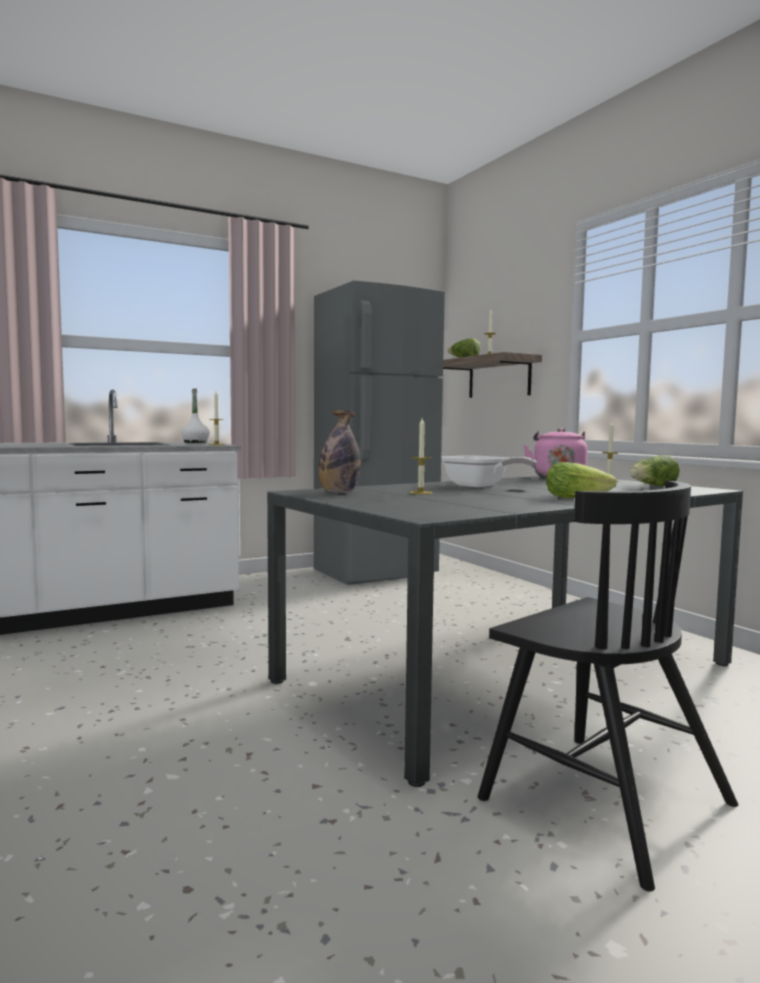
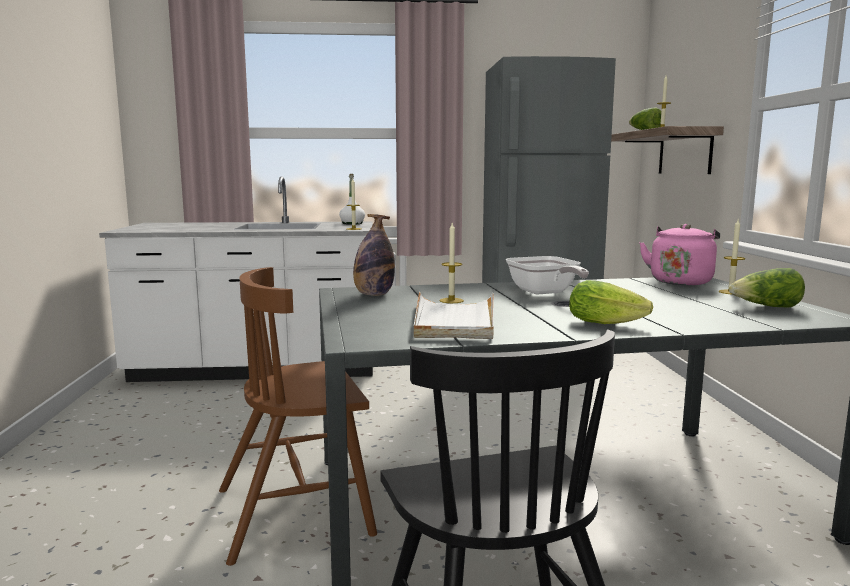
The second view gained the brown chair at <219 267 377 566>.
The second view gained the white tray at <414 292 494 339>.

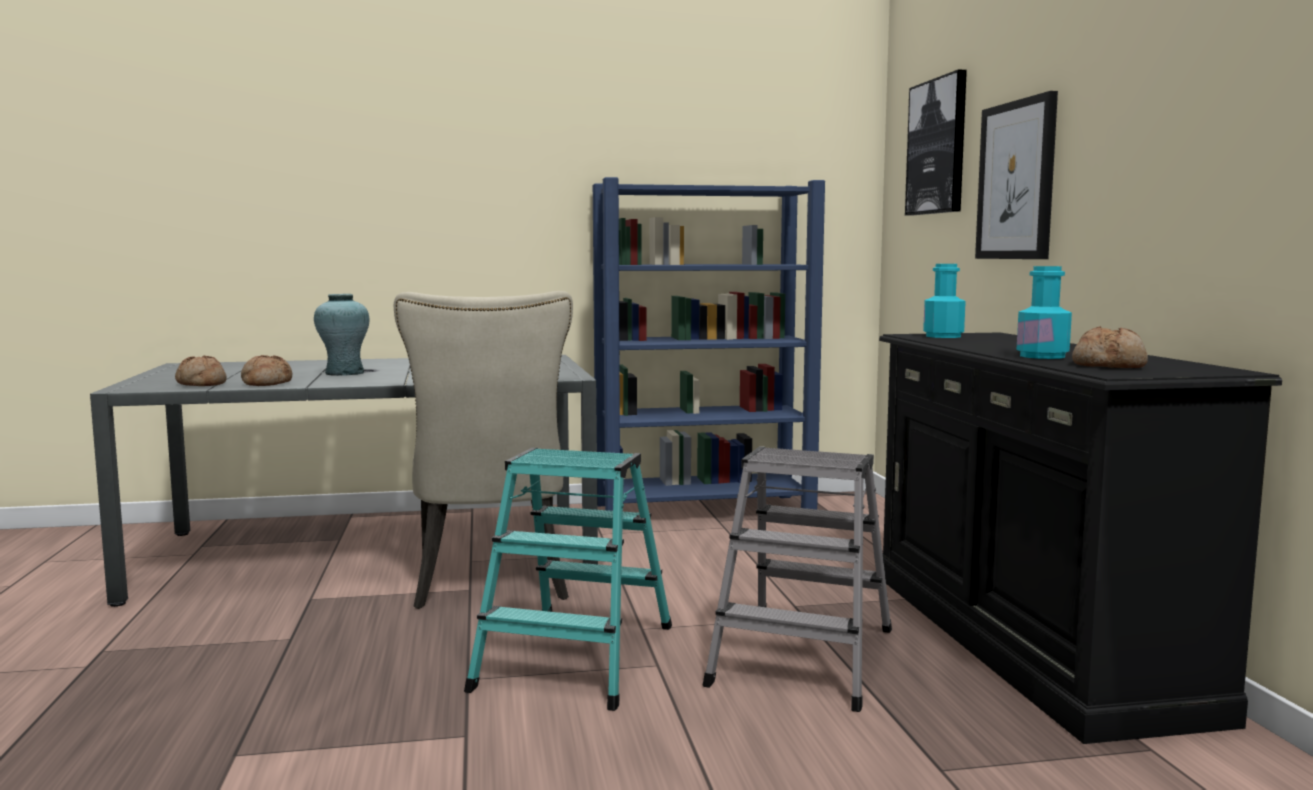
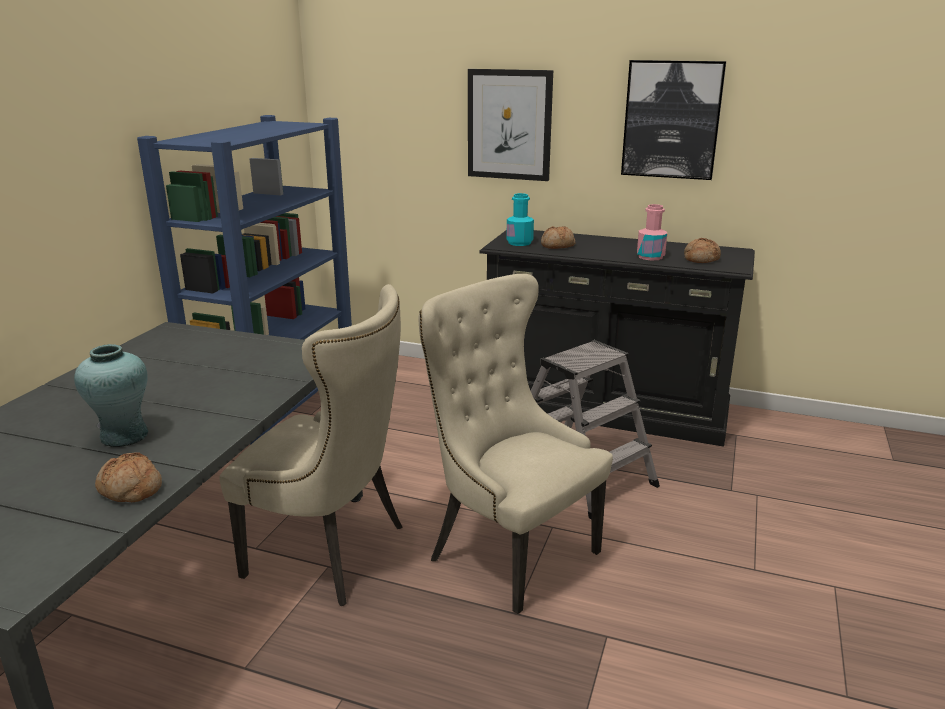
The bread ended up elsewhere, having gone from <175 356 227 386> to <541 226 575 249>.
The picture ended up elsewhere, having gone from <905 70 967 216> to <621 60 726 180>.
Where the turquoise step ladder stood at <464 448 672 711>, the beige chair came to stand at <418 274 613 614>.
What was the turquoise bottle at <1016 266 1072 359> turned into the pink bottle at <637 204 667 261>.

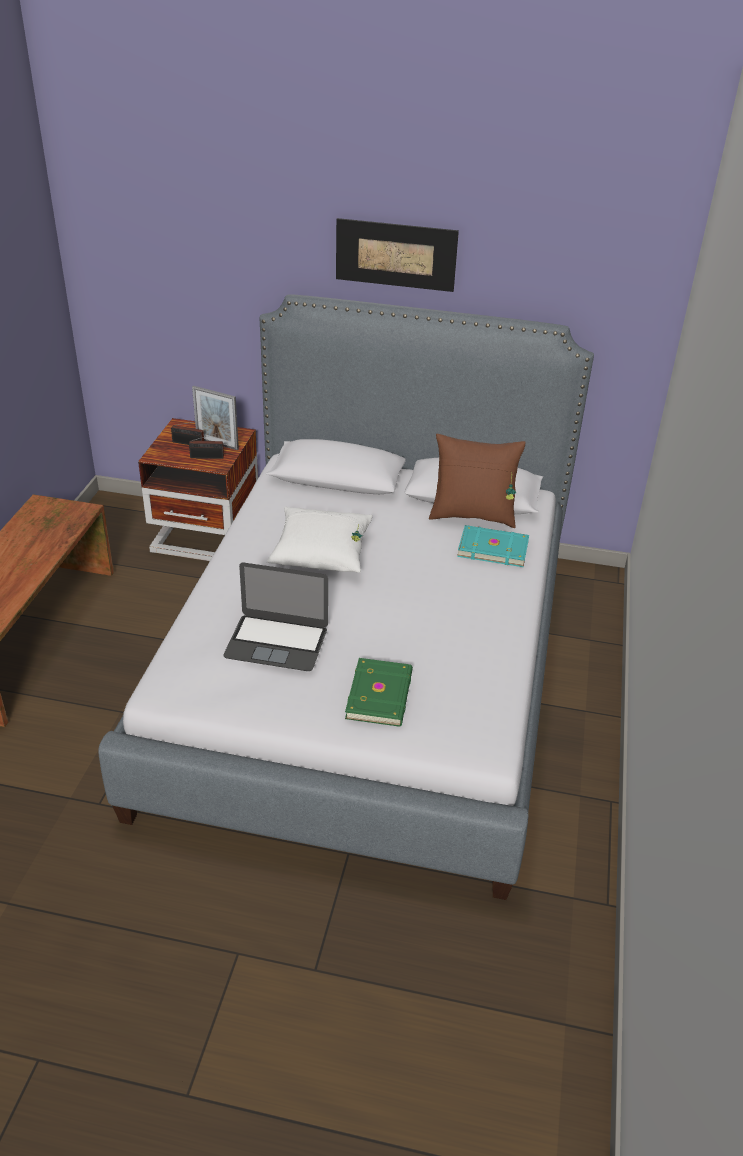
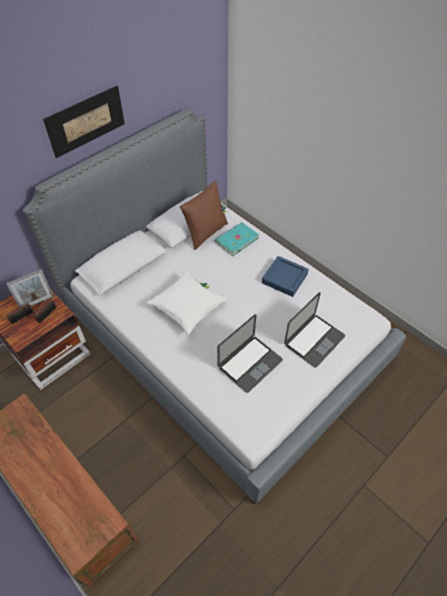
The second view gained the blue tray at <262 256 309 297>.
Where the green book stood at <345 658 413 727>, the laptop came to stand at <284 292 345 367>.

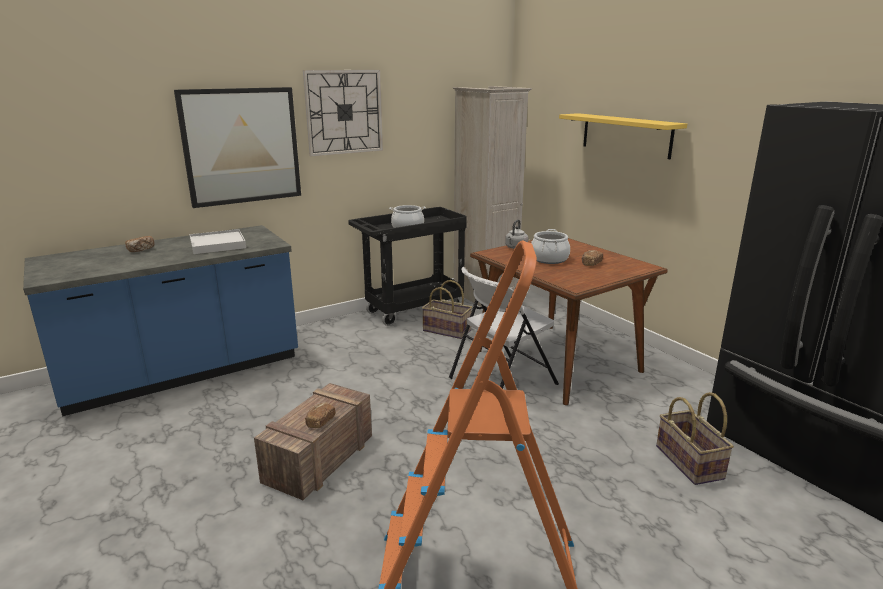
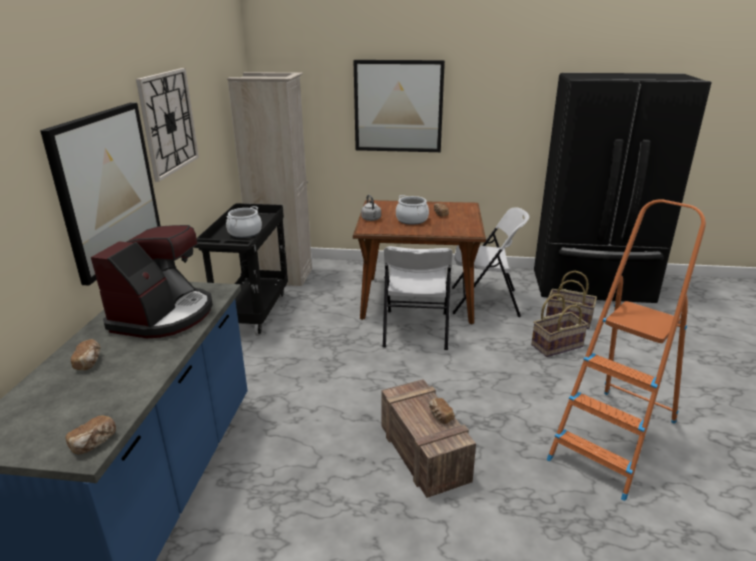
The second view gained the bread at <66 415 116 454>.
The second view gained the white chair at <452 207 529 317>.
The basket ended up elsewhere, having gone from <422 280 472 339> to <531 294 588 357>.
Where the white tray stood at <189 229 246 254>, the coffee machine came to stand at <91 225 213 338>.
Where the yellow shelf hung at <559 113 687 159>, the picture came to hang at <353 60 445 152>.

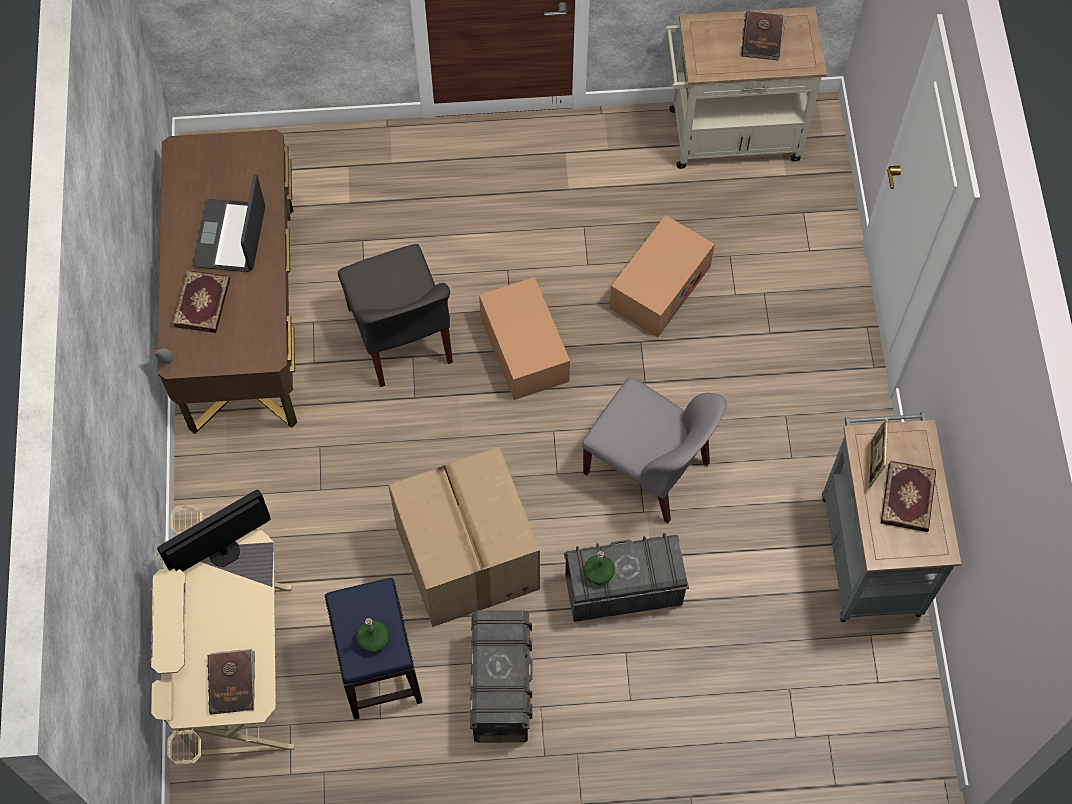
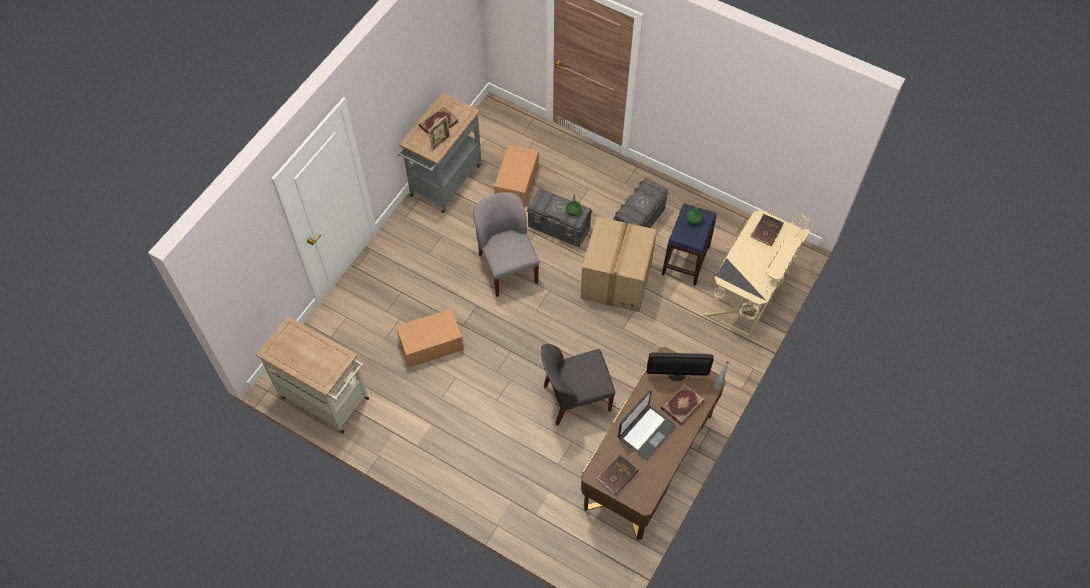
The monitor ended up elsewhere, having gone from <157 489 271 572> to <647 352 714 381>.
The cardboard box ended up elsewhere, having gone from <479 277 570 400> to <494 144 539 207>.
The brown book ended up elsewhere, having gone from <741 11 786 61> to <596 455 639 495>.
The grey chair at <338 244 453 387> ended up facing another way, 120 degrees counterclockwise from before.

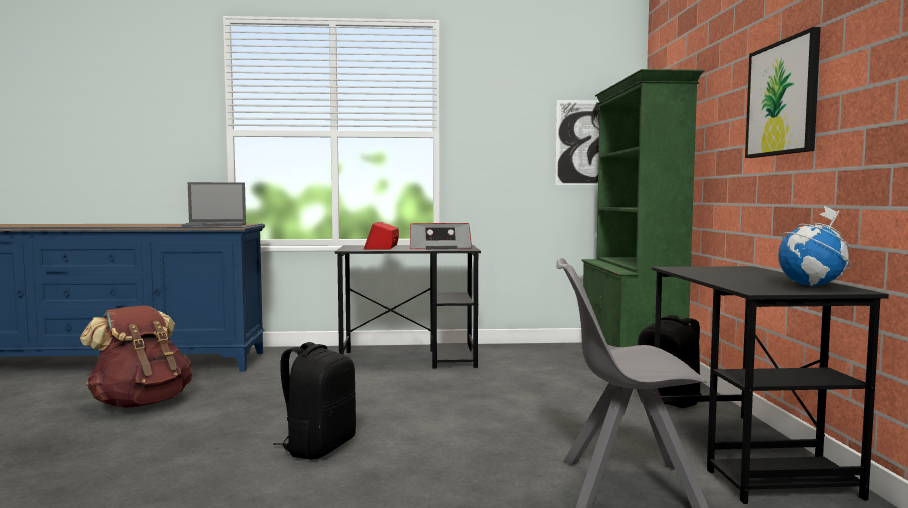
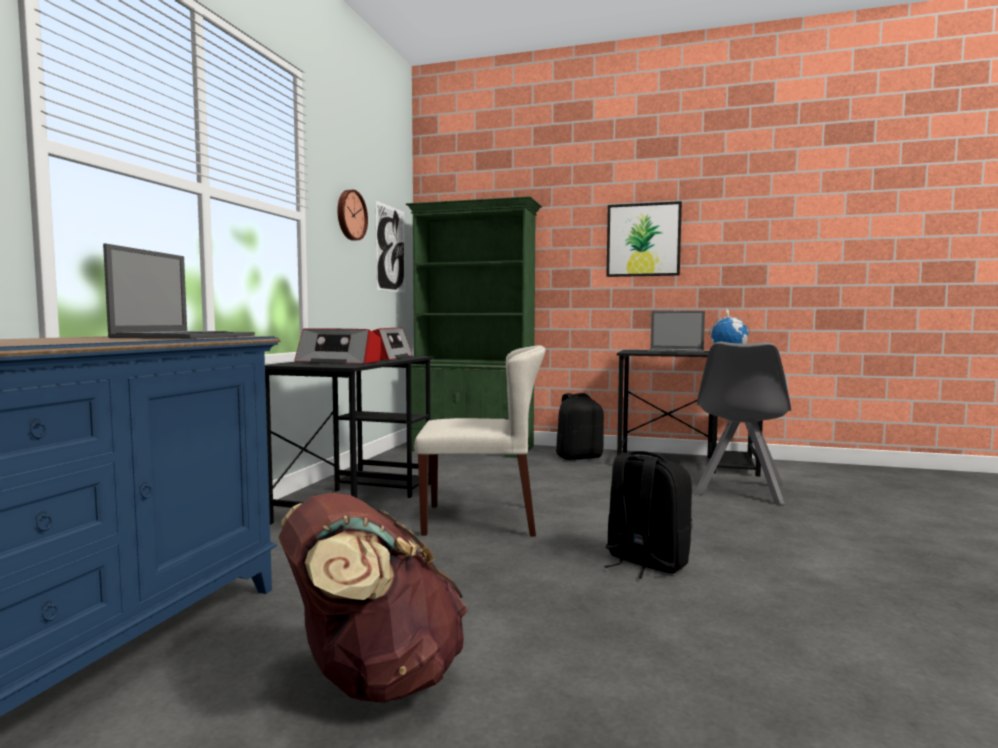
The second view gained the wall clock at <337 190 368 241>.
The second view gained the beige chair at <414 345 545 537>.
The second view gained the laptop at <648 311 705 353>.

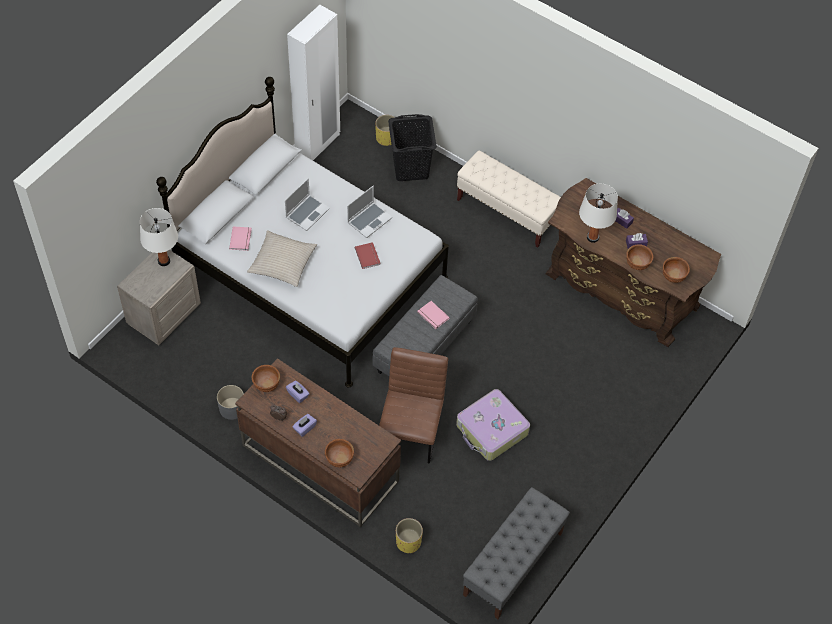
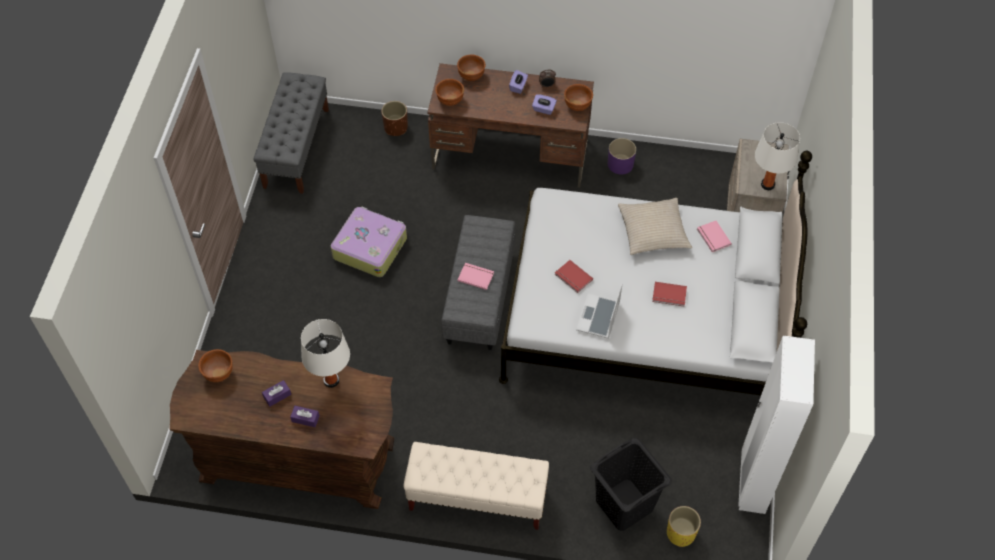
The second view lost the brown chair at <379 347 448 464>.
The brown bowl ended up elsewhere, having gone from <626 244 653 270> to <435 79 464 106>.
Where the laptop stood at <285 178 330 231>, the red book came to stand at <652 282 687 306>.
What was the grey planter at <217 385 244 420> turned into the purple planter at <608 138 636 175>.
What was the yellow planter at <396 518 423 553> turned into the brown planter at <381 101 408 136>.

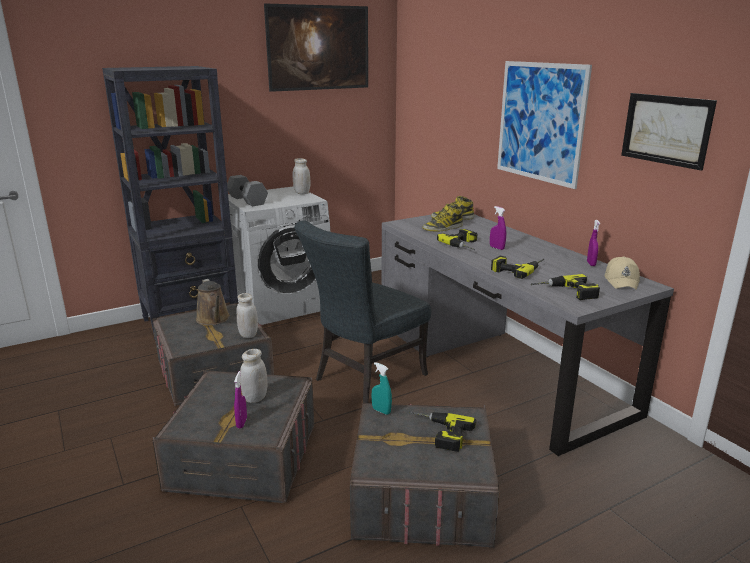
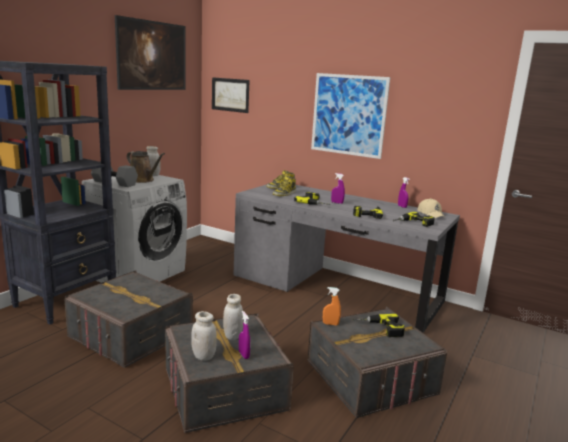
The second view lost the grey chair at <294 221 431 403>.
The brown watering can ended up elsewhere, having gone from <196 279 230 325> to <127 151 165 183>.
The white jar ended up elsewhere, having gone from <237 293 258 338> to <191 311 217 361>.
The picture ended up elsewhere, having gone from <621 93 717 170> to <212 77 249 113>.
What was the turquoise spray bottle at <371 362 392 415> turned into the orange spray bottle at <323 287 341 325>.

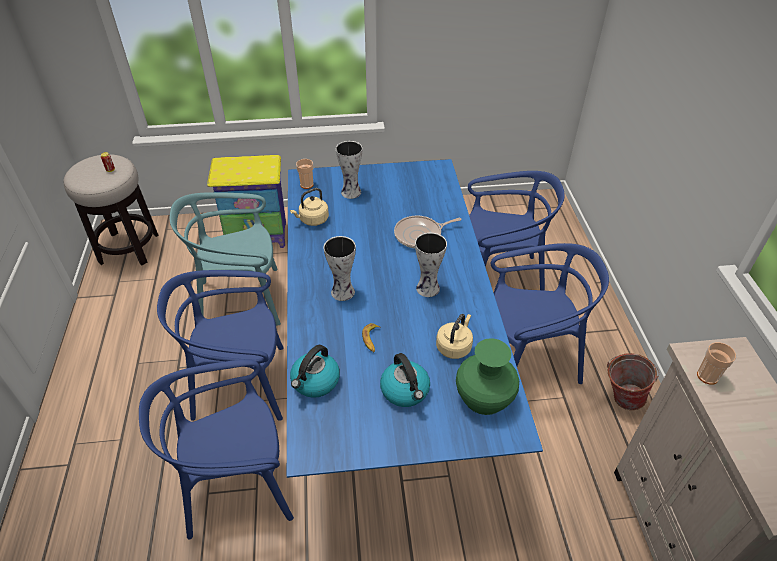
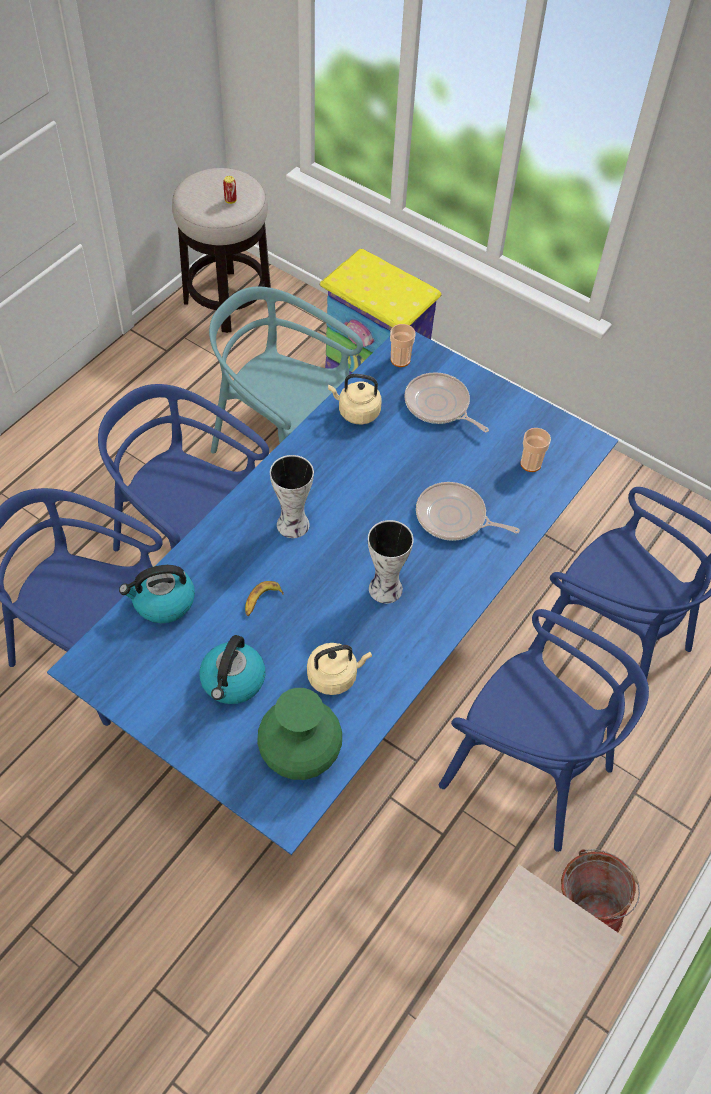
The cup ended up elsewhere, having gone from <697 342 736 385> to <520 428 551 472>.
Where the vase stood at <336 141 362 199>, the frying pan came to stand at <404 372 489 432>.

